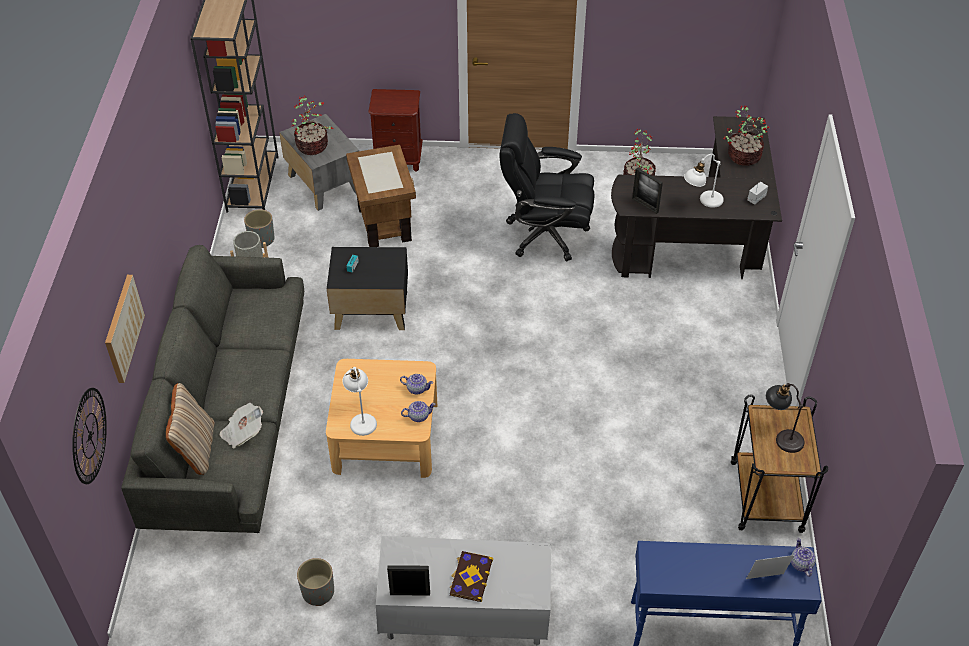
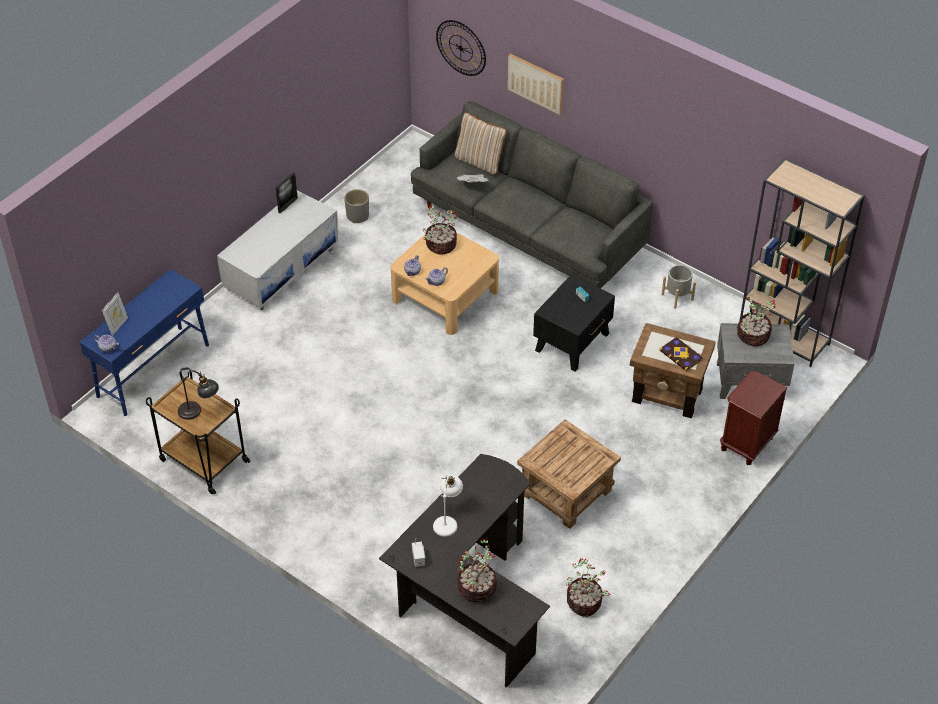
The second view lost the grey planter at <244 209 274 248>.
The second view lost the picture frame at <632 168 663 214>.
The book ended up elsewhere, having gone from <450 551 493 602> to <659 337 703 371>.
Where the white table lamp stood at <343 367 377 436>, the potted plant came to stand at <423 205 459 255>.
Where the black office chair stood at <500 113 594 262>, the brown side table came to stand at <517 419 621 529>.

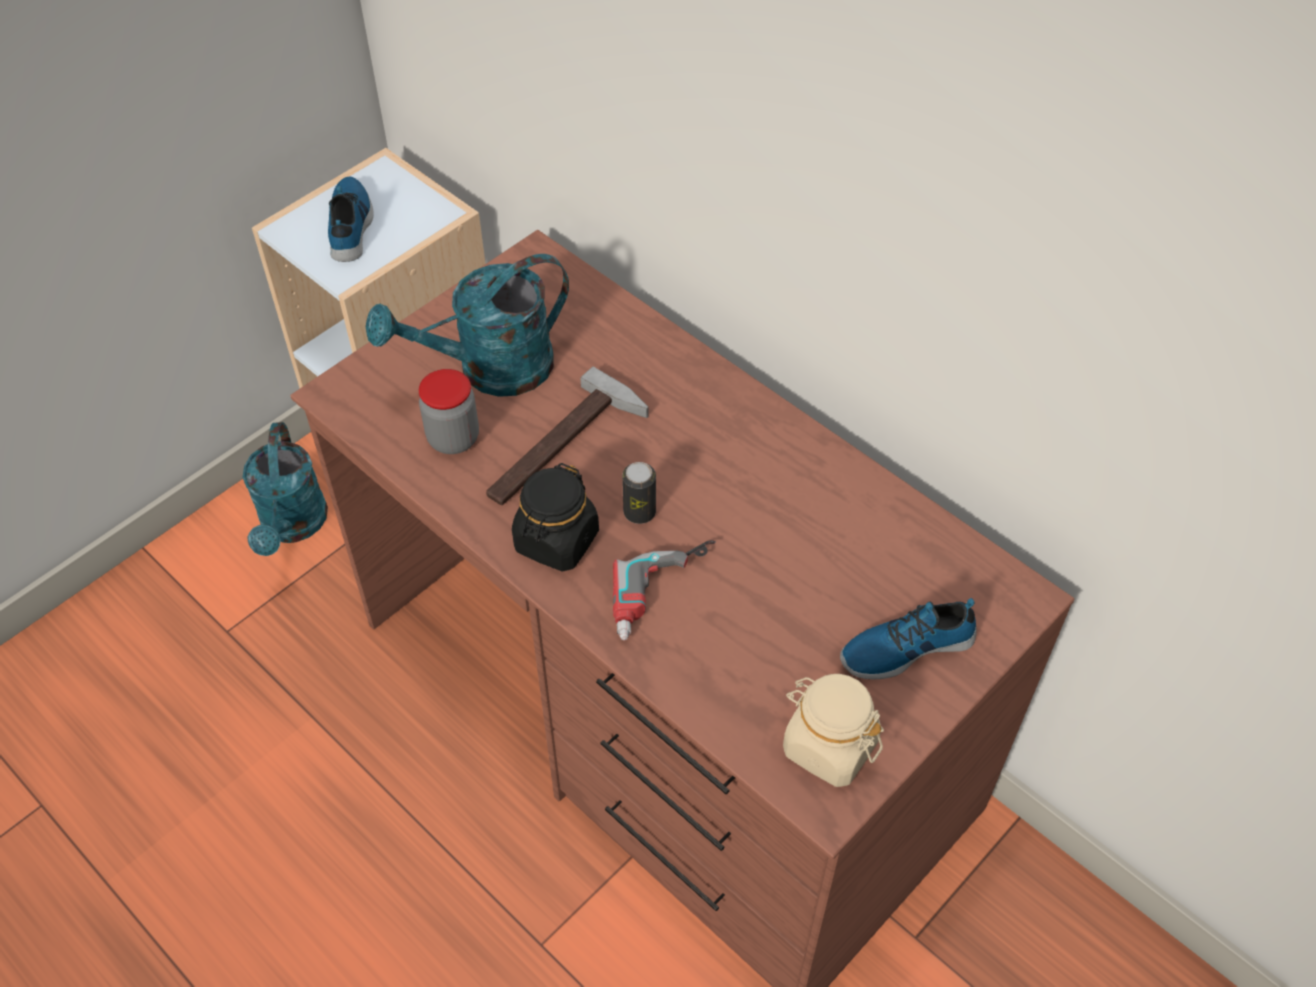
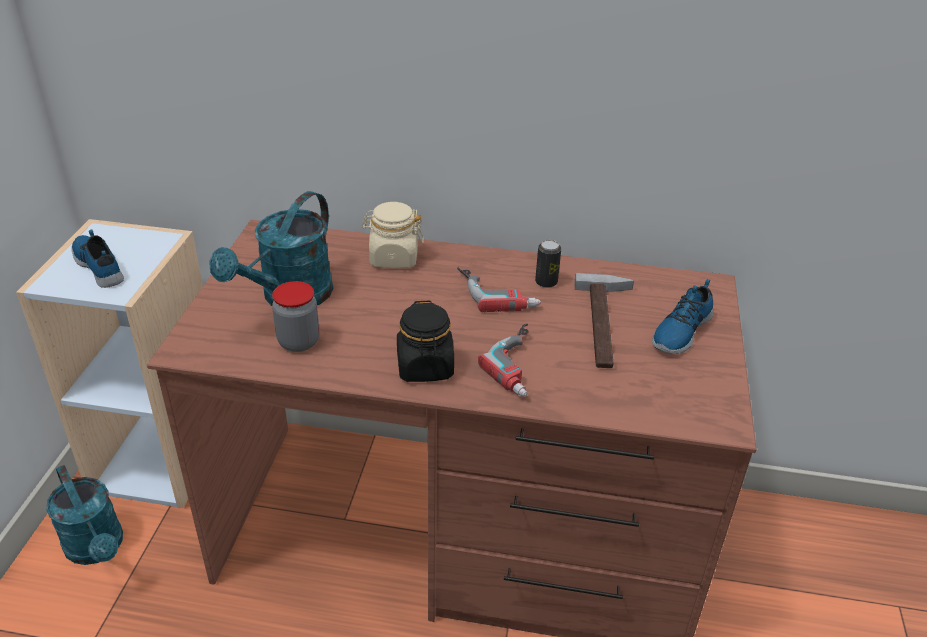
The second view gained the power drill at <457 266 541 312>.
The hammer ended up elsewhere, having gone from <486 366 649 505> to <574 273 634 368>.
The can ended up elsewhere, having gone from <622 462 656 524> to <535 240 561 288>.
The beige jar ended up elsewhere, having gone from <783 674 884 787> to <361 202 424 268>.

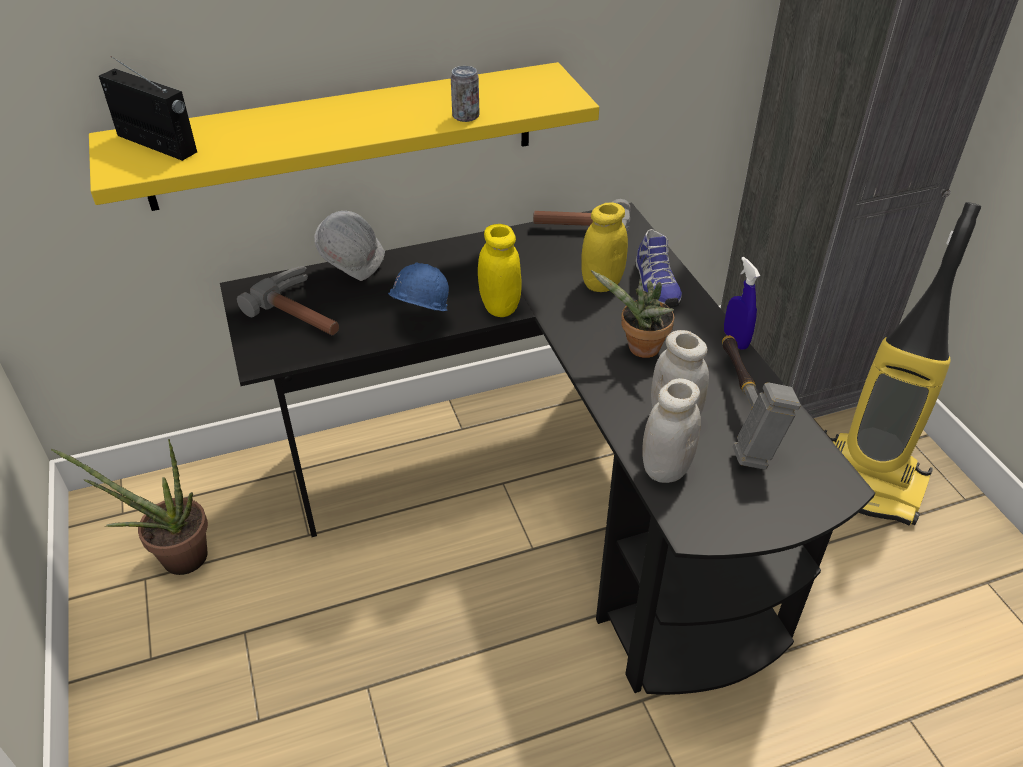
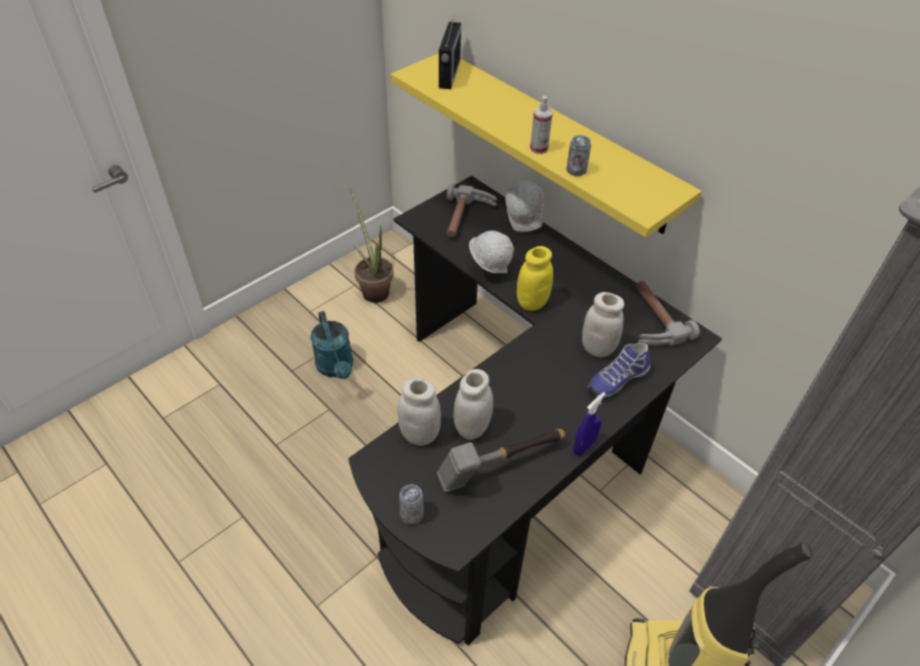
The second view lost the potted plant at <591 270 674 358>.
The second view gained the turquoise watering can at <310 311 353 379>.
The second view gained the can at <399 484 424 525>.
The second view gained the spray bottle at <530 96 553 154>.
What was the blue hard hat at <388 262 449 311> turned into the white hard hat at <469 231 514 273>.
What was the yellow jar at <581 202 628 292> turned into the white jar at <582 292 624 358>.

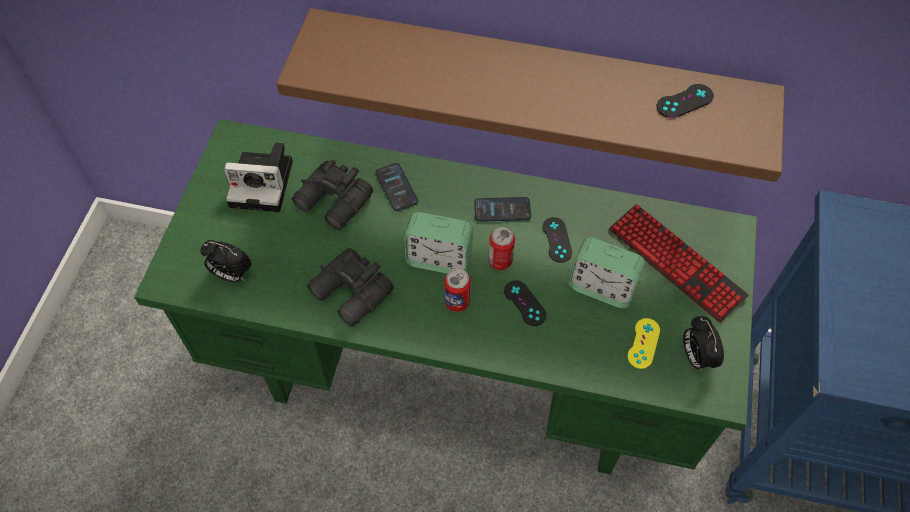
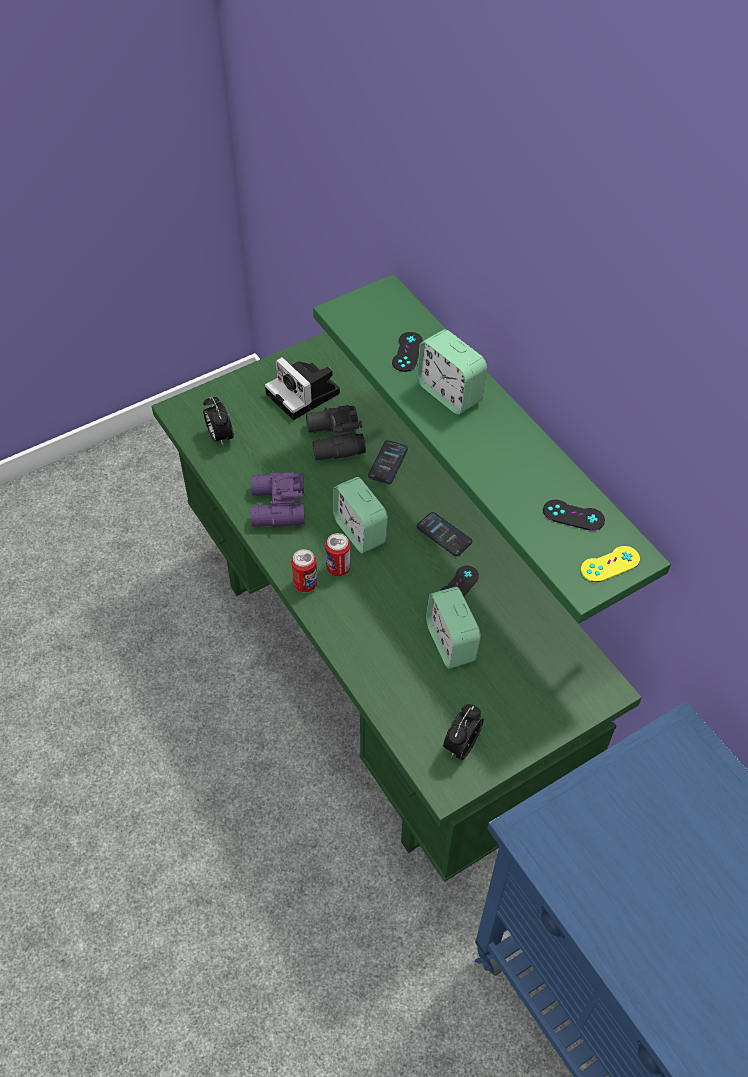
The second view lost the keyboard at <609 204 749 323>.
The second view gained the alarm clock at <417 330 487 414>.
The can ended up elsewhere, having gone from <488 227 515 270> to <291 549 318 592>.
The black game controller ended up elsewhere, having gone from <504 280 546 326> to <392 332 423 372>.
The yellow game controller ended up elsewhere, having gone from <627 318 660 369> to <581 546 640 582>.
What was the brown shelf at <276 8 785 182> turned into the green shelf at <313 274 671 624>.
What was the black binoculars at <307 248 394 327> turned into the purple binoculars at <251 471 305 527>.

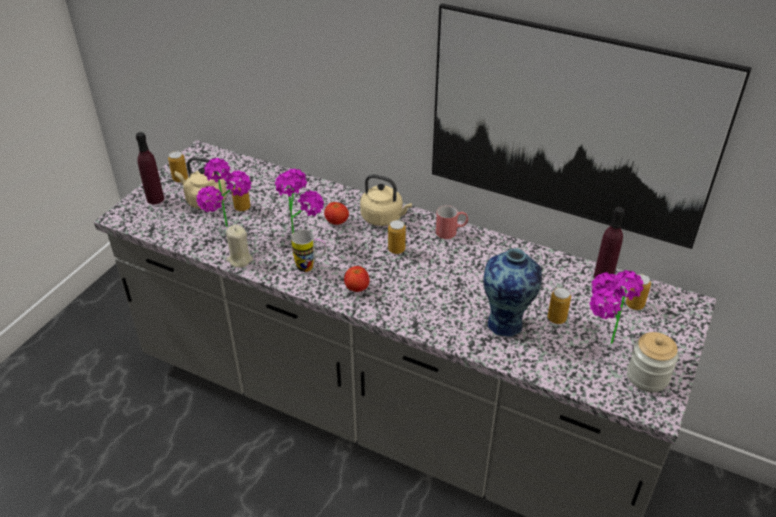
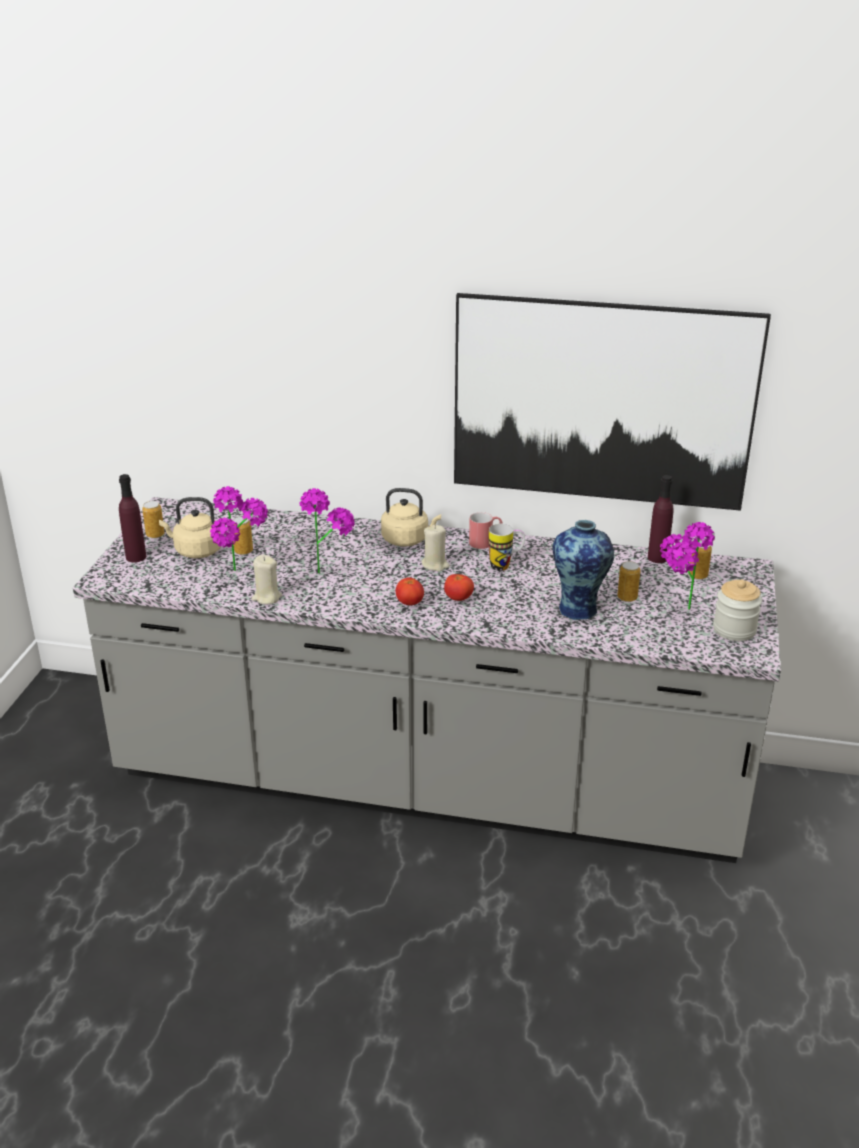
The mug ended up elsewhere, having gone from <291 230 326 272> to <489 524 525 571>.
The tomato ended up elsewhere, having gone from <324 202 349 225> to <444 574 474 601>.
Where the can stood at <388 220 406 254>, the beige candle came to stand at <422 525 450 571>.

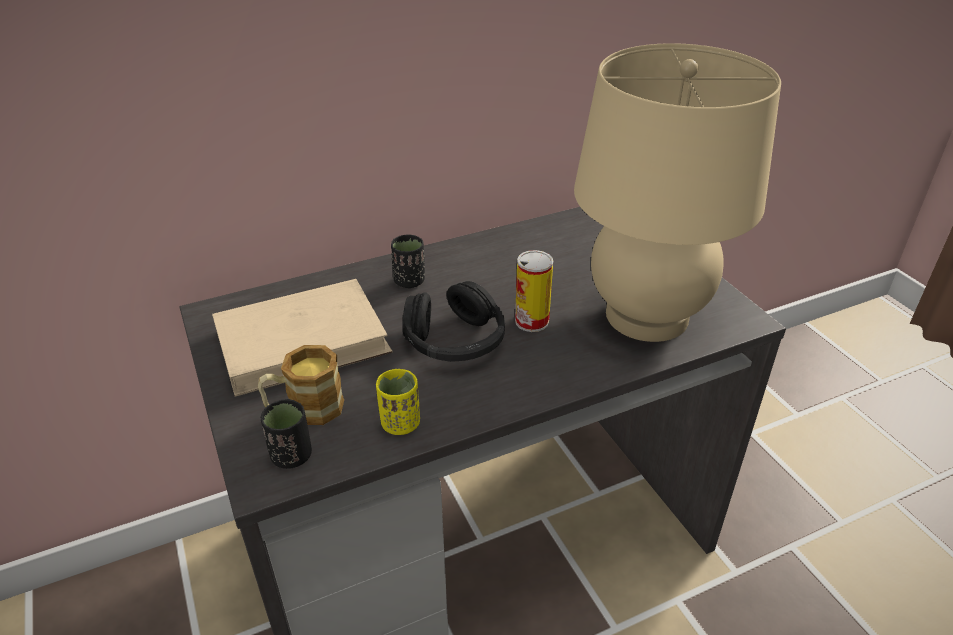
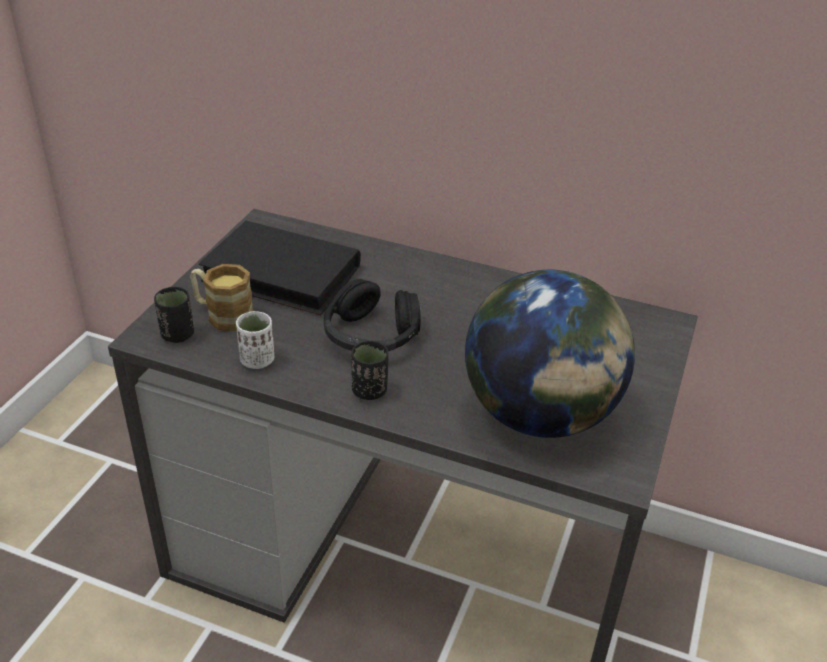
The second view lost the can at <515 250 553 332>.
The black cup ended up elsewhere, having gone from <391 235 425 288> to <351 340 388 400>.
Where the beige table lamp stood at <574 43 781 342>, the globe came to stand at <465 270 635 438>.
What was the beige book at <212 279 392 397> turned into the black book at <199 221 361 315>.
What was the yellow cup at <376 369 420 435> turned into the white cup at <236 311 274 369>.

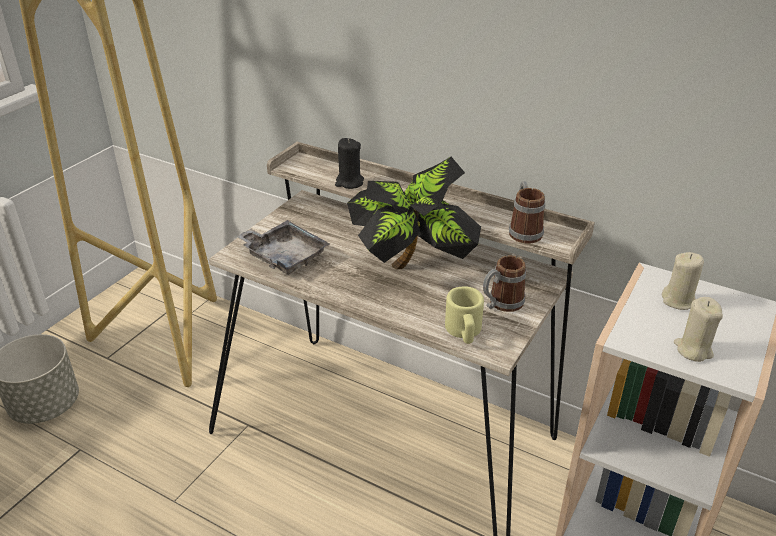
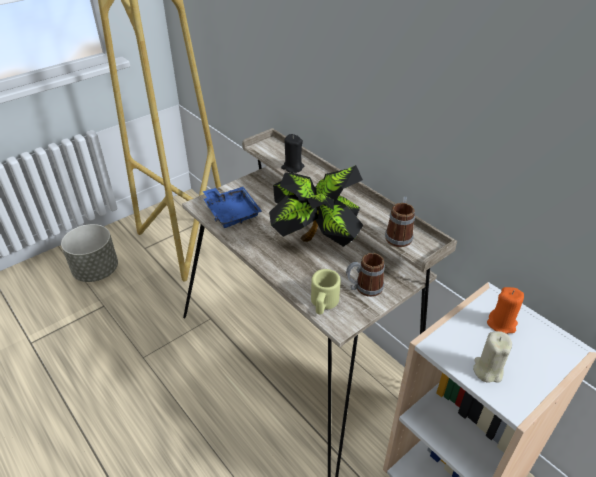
What was the grey tray at <236 220 330 275> turned into the blue tray at <203 187 262 228>.
What was the beige candle at <662 252 704 310> turned into the orange candle at <487 287 524 334>.

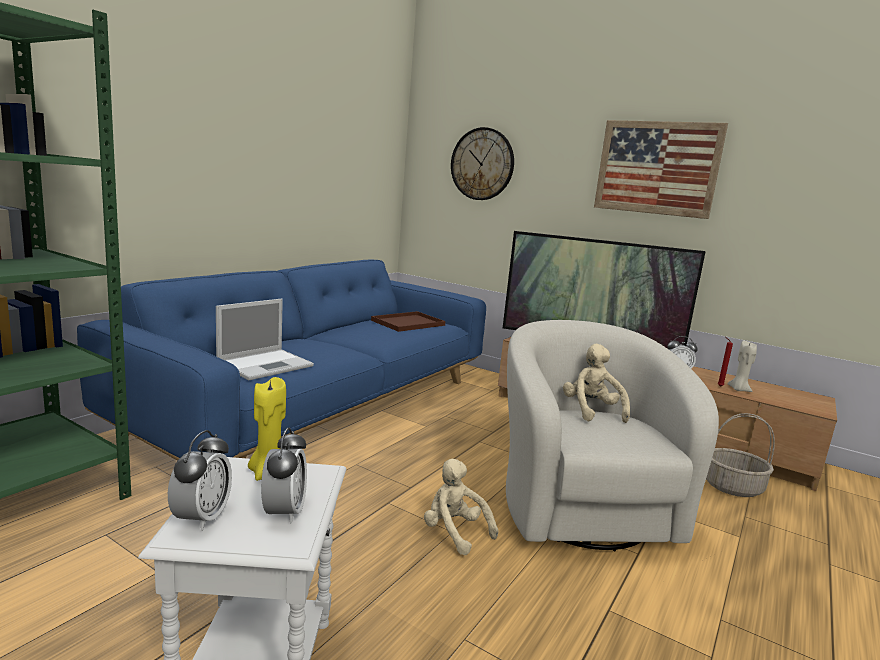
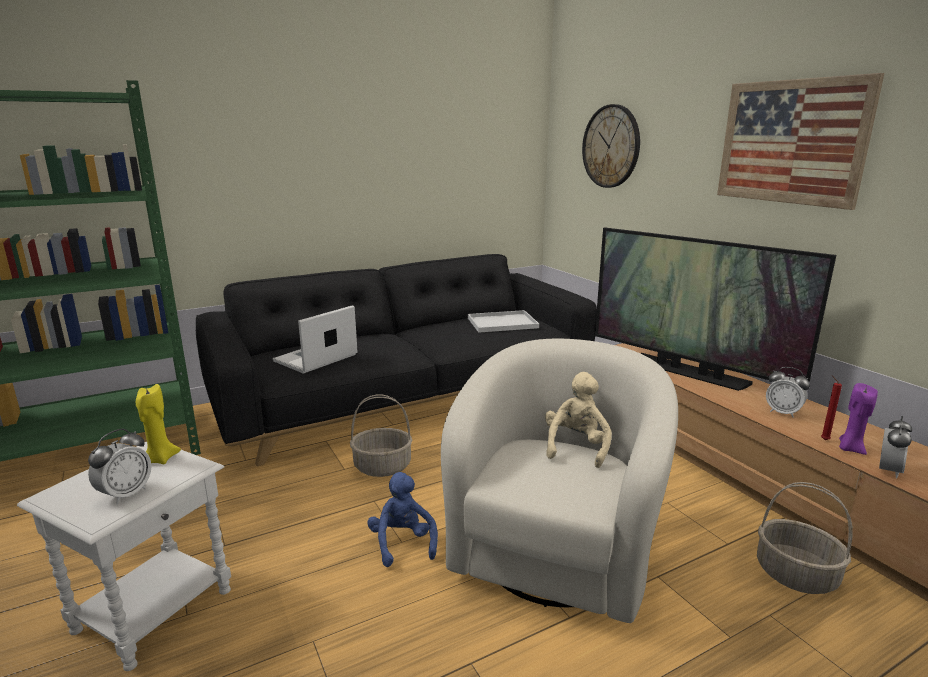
The second view gained the basket at <350 395 413 477>.
The alarm clock ended up elsewhere, having gone from <168 430 232 531> to <879 416 912 478>.
What was the blue sofa at <77 260 486 461> turned into the black sofa at <196 254 597 466>.
What was the brown tray at <371 311 446 332> turned into the white tray at <468 310 539 333>.
What was the beige plush toy at <424 459 499 555> turned into the blue plush toy at <367 472 438 567>.
What was the beige candle at <728 341 757 392> turned into the purple candle at <839 383 878 455>.
The laptop at <216 299 314 380> ended up facing another way, 150 degrees clockwise from before.

